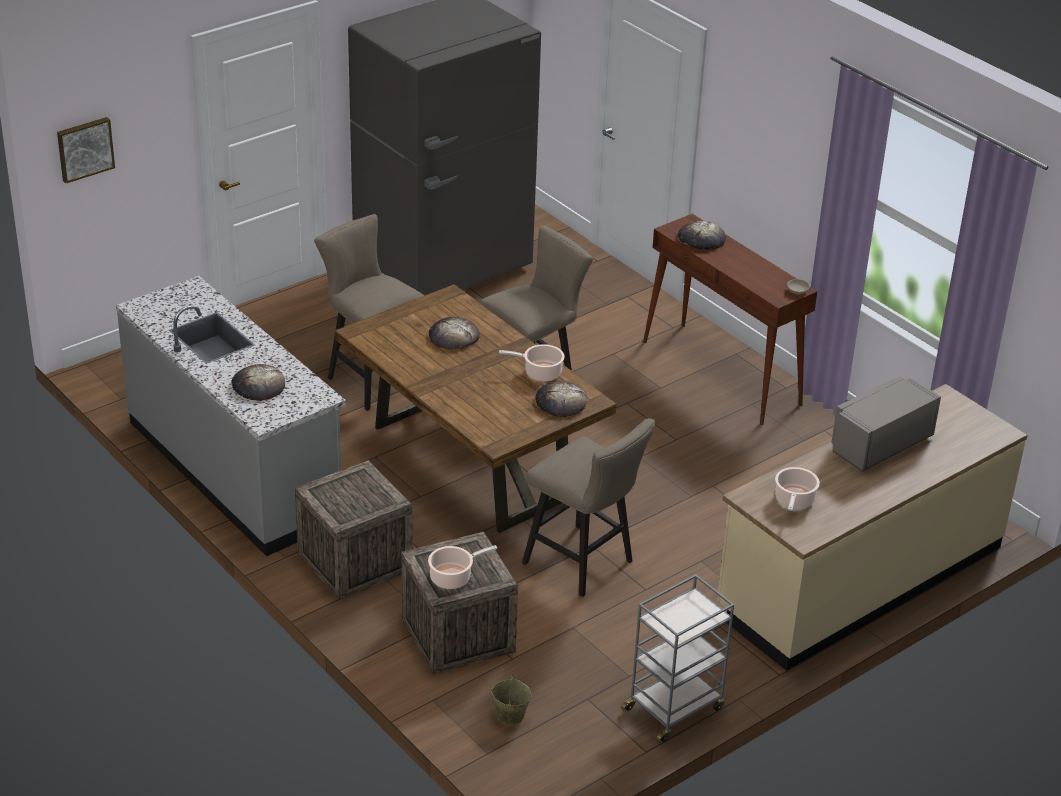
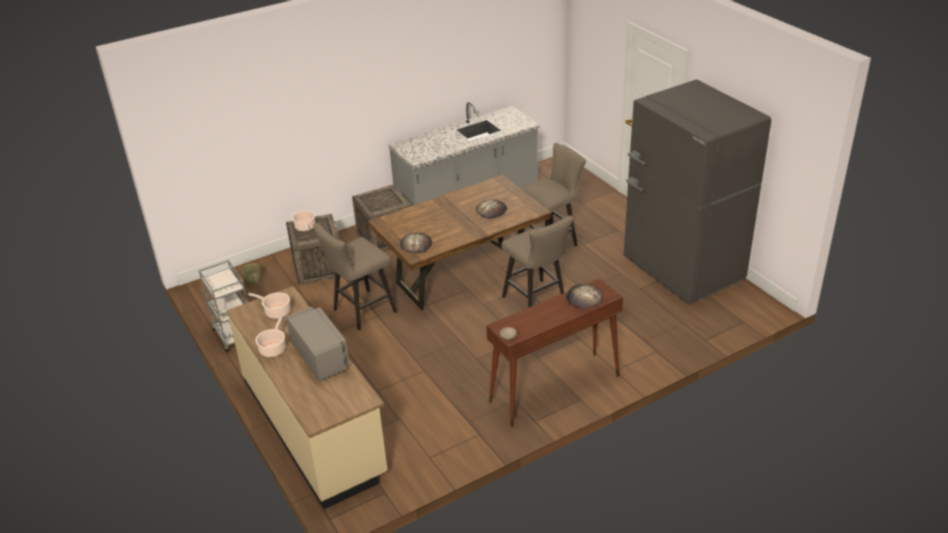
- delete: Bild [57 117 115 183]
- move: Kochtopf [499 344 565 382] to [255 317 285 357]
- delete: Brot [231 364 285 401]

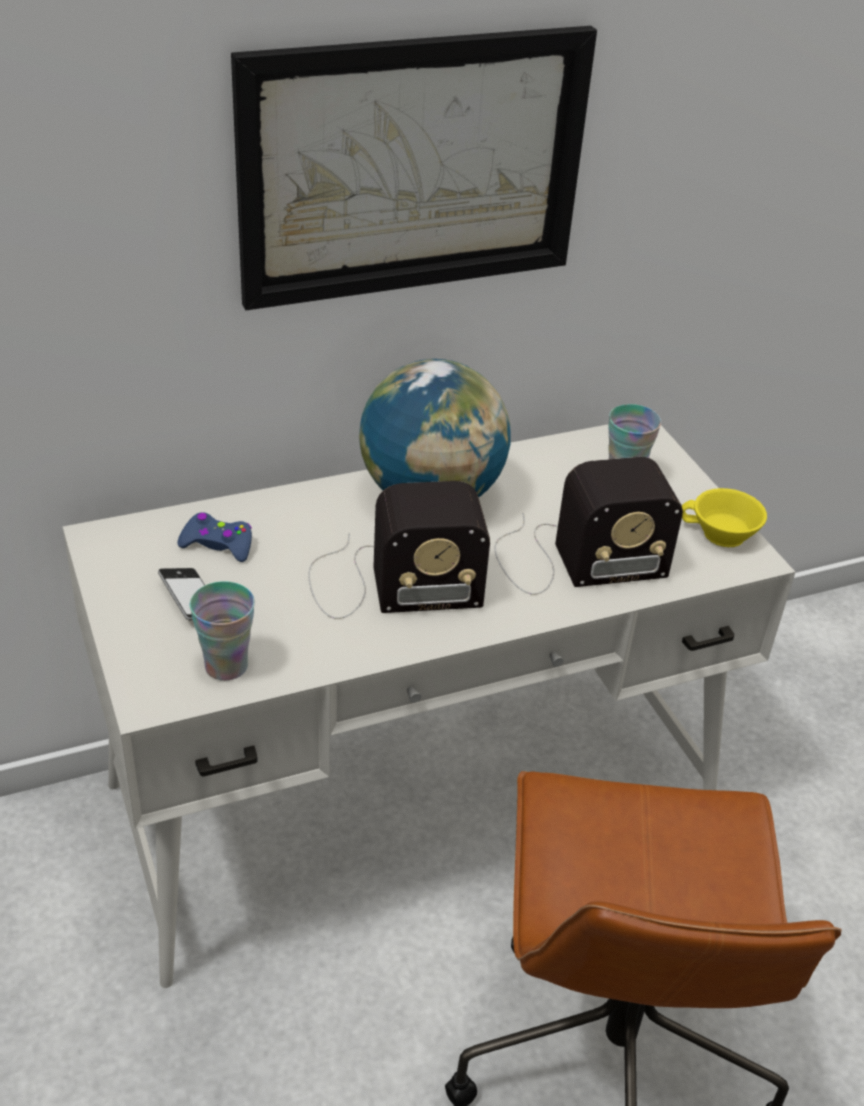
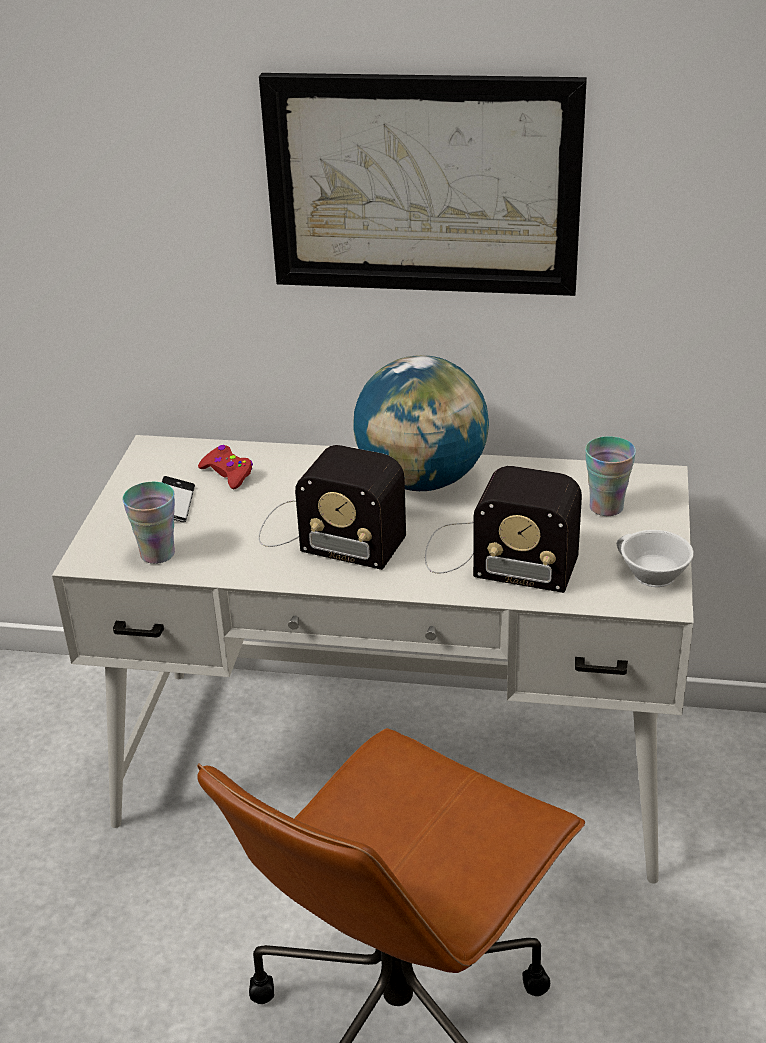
- recolor: Tasse [gelb] [682 488 767 547] to Tasse [weiß] [617 530 694 587]
- recolor: Gamepad [blau] [178 512 252 562] to Gamepad [rot] [198 445 253 489]

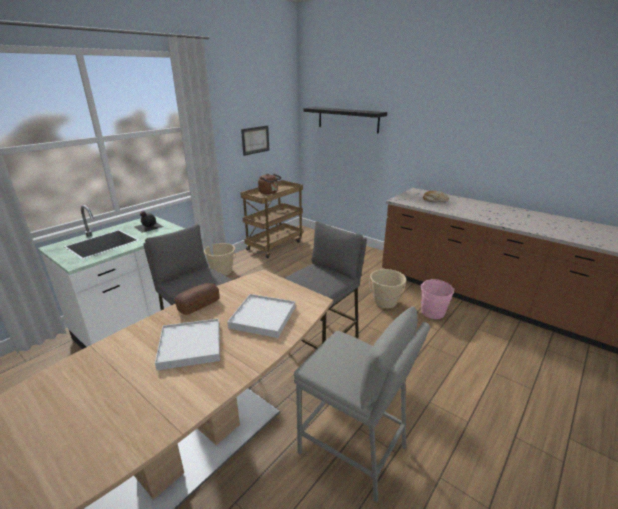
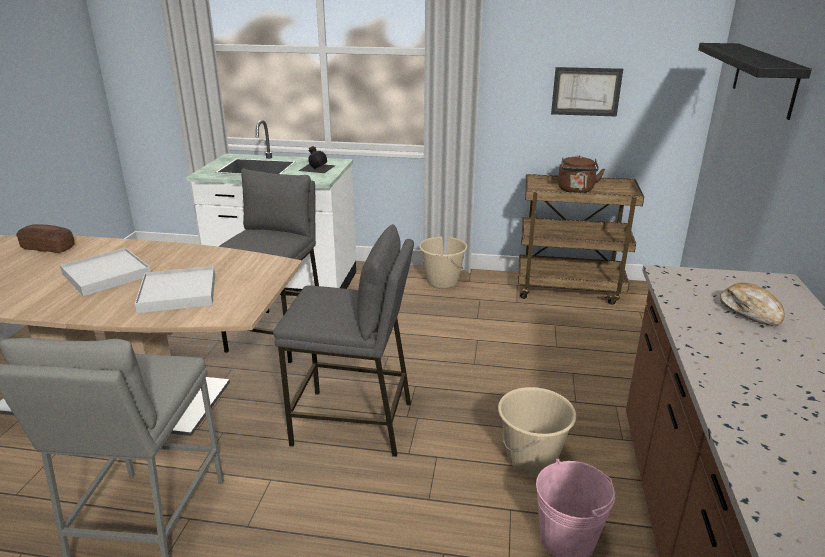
- move: Brot [175 283 220 315] to [16 224 75 253]

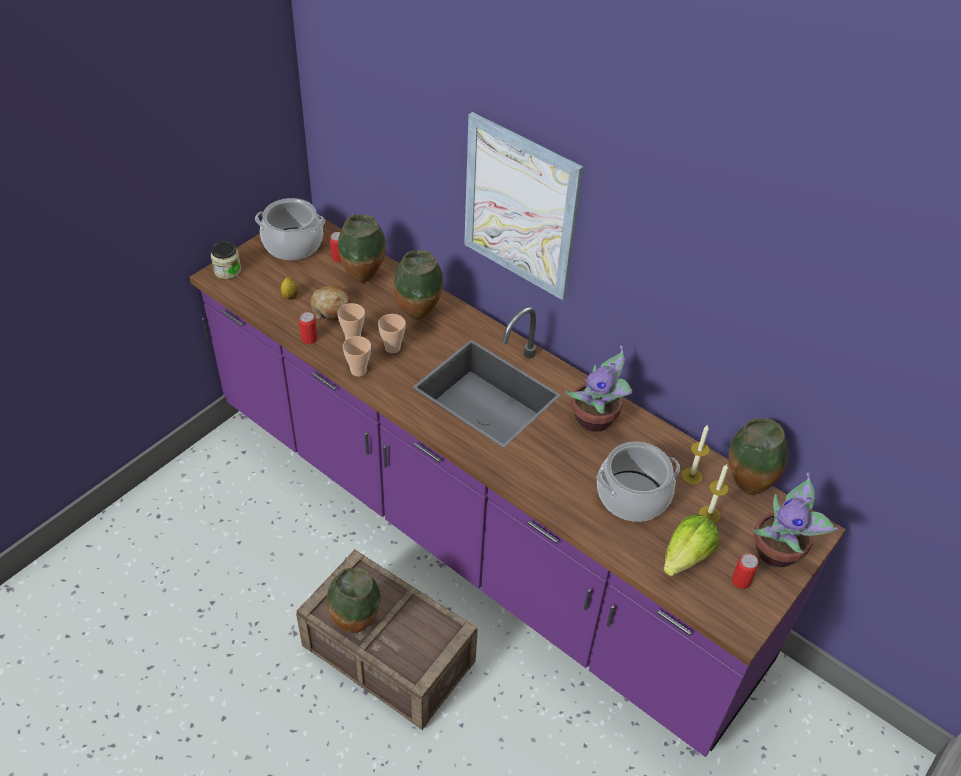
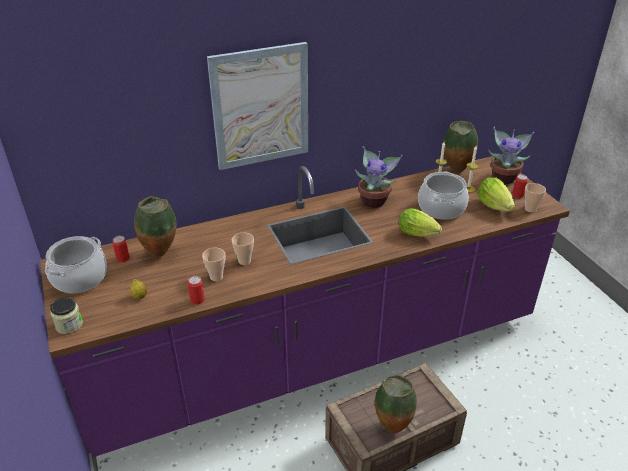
- delete: Vase [394 250 443 320]
- delete: Brot [310 285 350 321]
- move: Tasse [343 336 371 376] to [525 183 546 213]
- insert: Salatkopf [399 208 442 237]

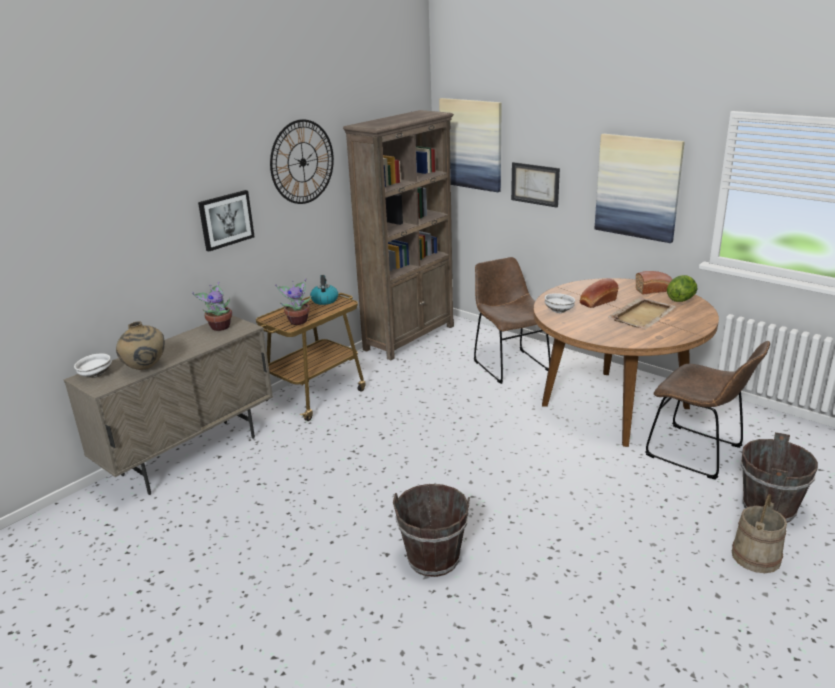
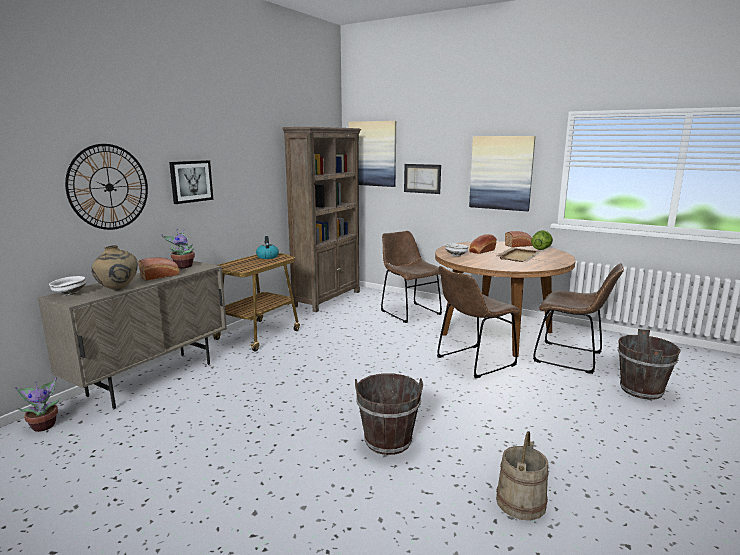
- move: Wanduhr [270 119 334 204] to [65 144 148 230]
- move: Topfpflanze [275 279 312 325] to [15 378 61 432]
- move: Eimer [beige] [732 494 787 573] to [496 431 549 520]
- insert: Brot [138 258 180 281]
- insert: Stuhl [braun] [437 266 520 378]

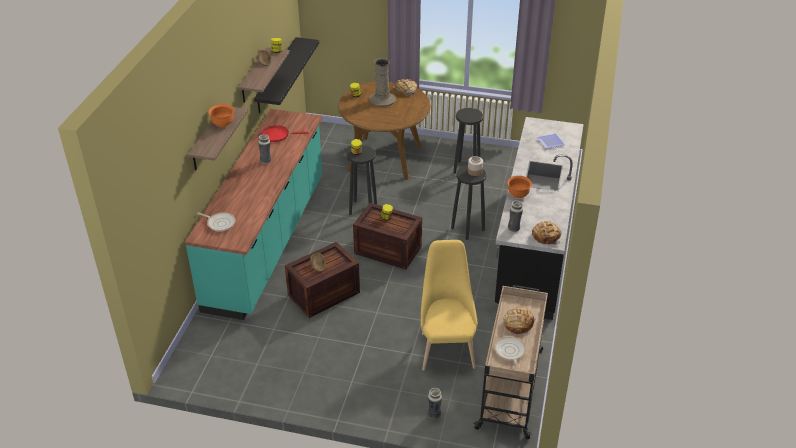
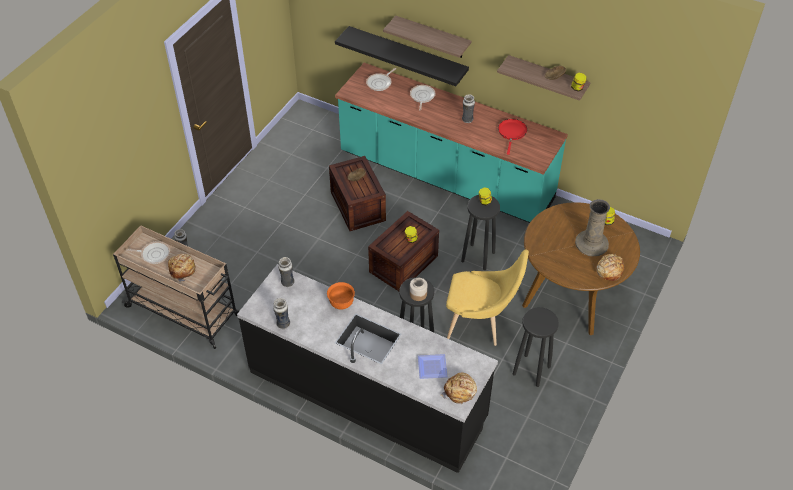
- move: Wandregal [schwarz] [254 37 319 113] to [335 26 469 86]
- delete: Schüssel [orange] [208 104 234 127]
- move: Brot [532 221 561 245] to [441 372 477 405]
- move: Stuhl [gelb] [421 240 478 370] to [446 249 529 346]
- insert: Pfanne [410 85 436 110]
- insert: Vase [273 298 290 329]

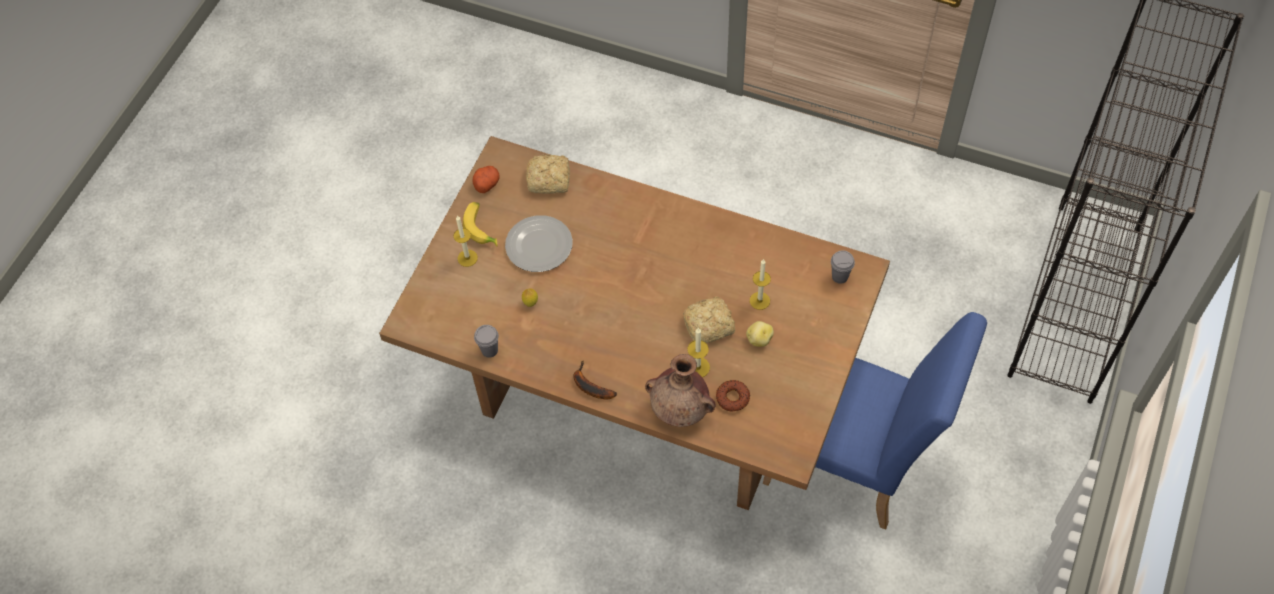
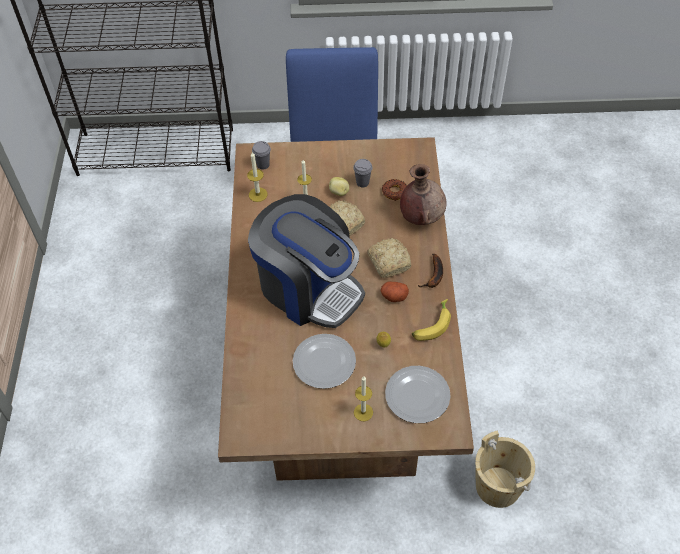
- move: Brot [526 154 570 194] to [367 238 411 278]
- move: Kartoffel [472 166 500 193] to [380 282 409 302]
- move: Banane [463 202 497 247] to [412 299 451 341]
- move: Tasse [grau] [474 325 499 358] to [353 159 372 187]
- move: Kerze [687 328 710 377] to [247 152 268 202]
- insert: Kaffeemaschine [248 194 365 328]
- insert: Teller [385 366 451 423]
- insert: Eimer [beige] [475 431 535 508]

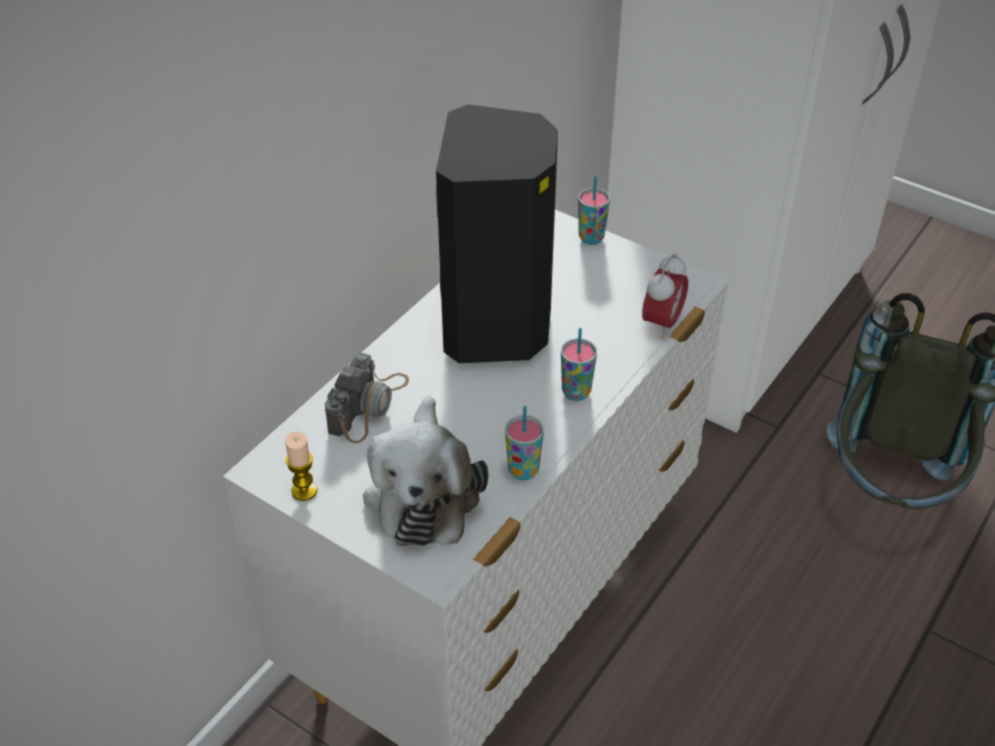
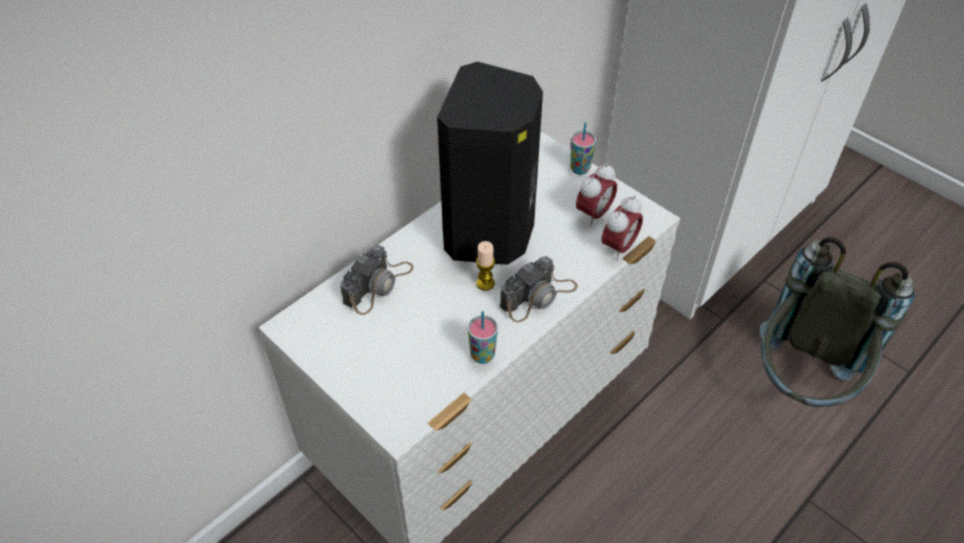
- replace: Tasse [561 328 597 401] to Kamera [500 256 578 322]
- delete: Plüschtier [363 396 488 546]
- move: Kerze [285 432 317 501] to [476 241 495 291]
- insert: Wecker [576 163 617 226]

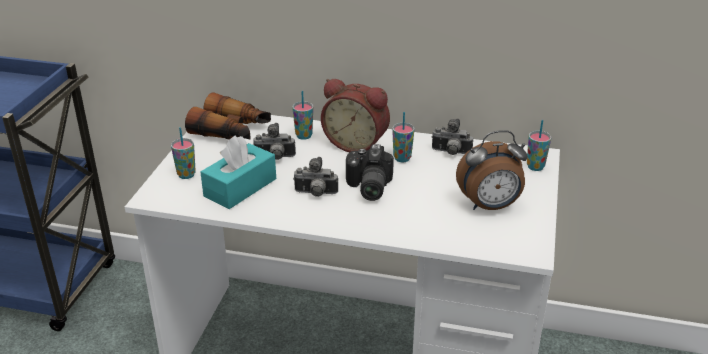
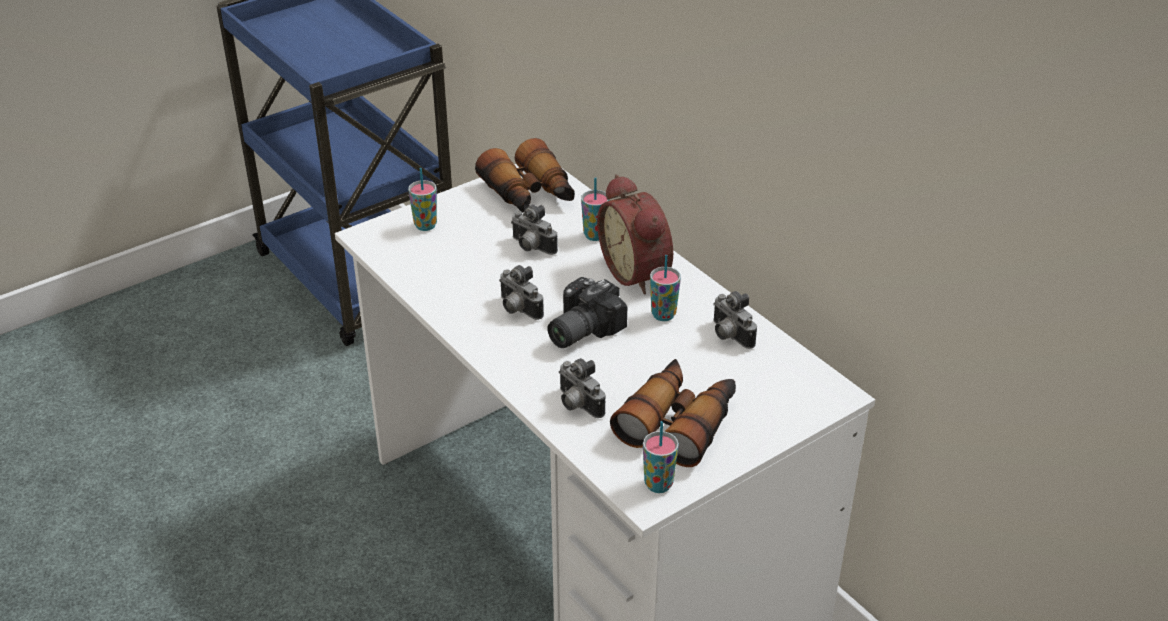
- move: Tasse [527 120 551 171] to [643 421 679 493]
- replace: Wecker [456 130 528 210] to Fernglas [610 359 736 467]
- delete: Taschentuchbox [türkis] [200 136 276 209]
- insert: Kamera [559 358 605 418]

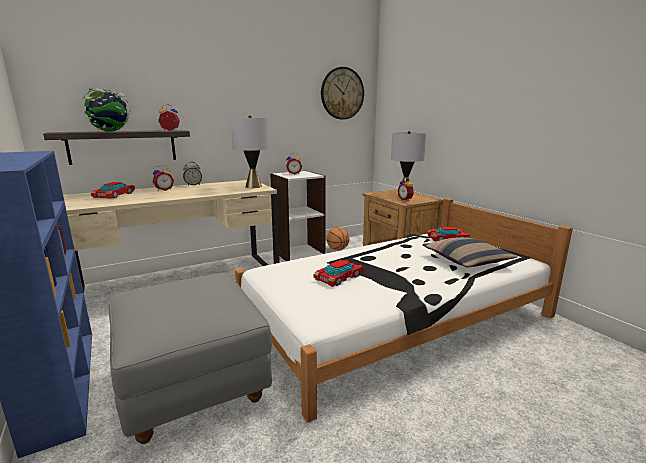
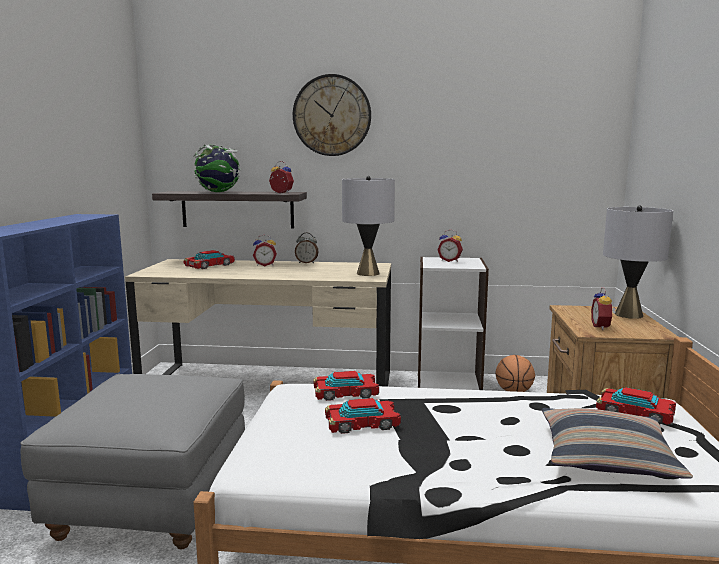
- move: Wanduhr [321 67 364 120] to [293 74 371 156]
- insert: Spielzeugauto [314 371 379 401]

